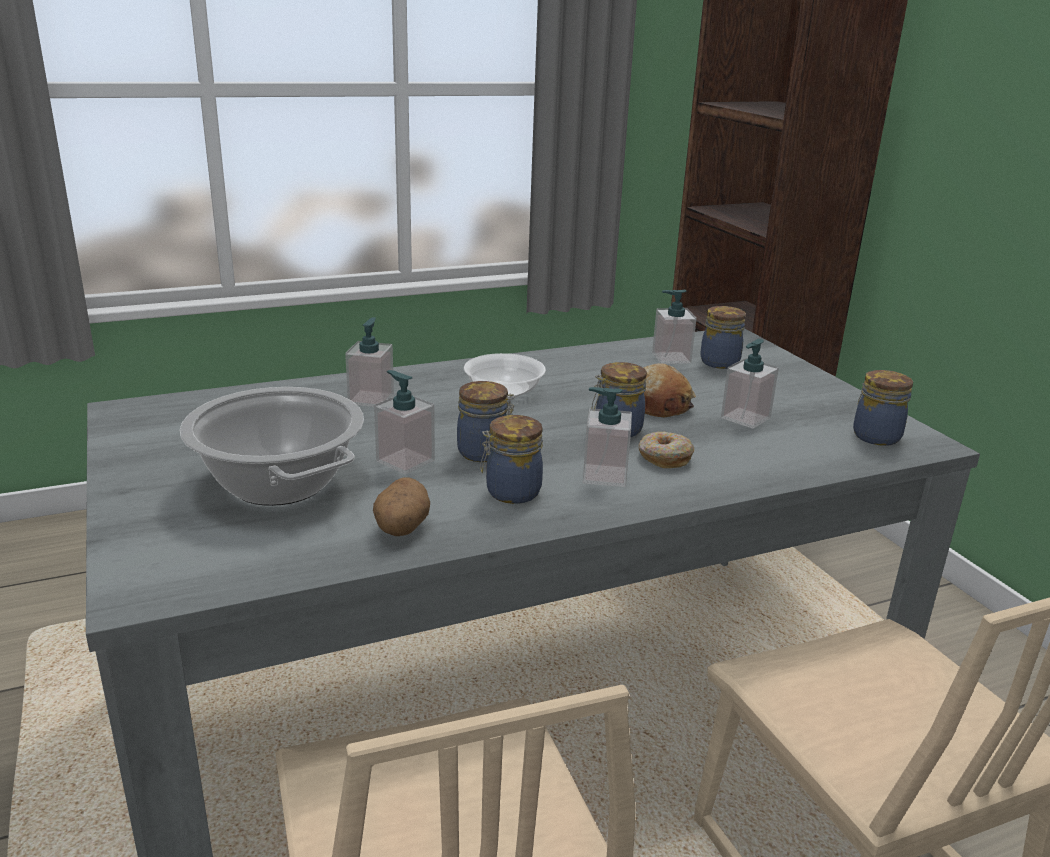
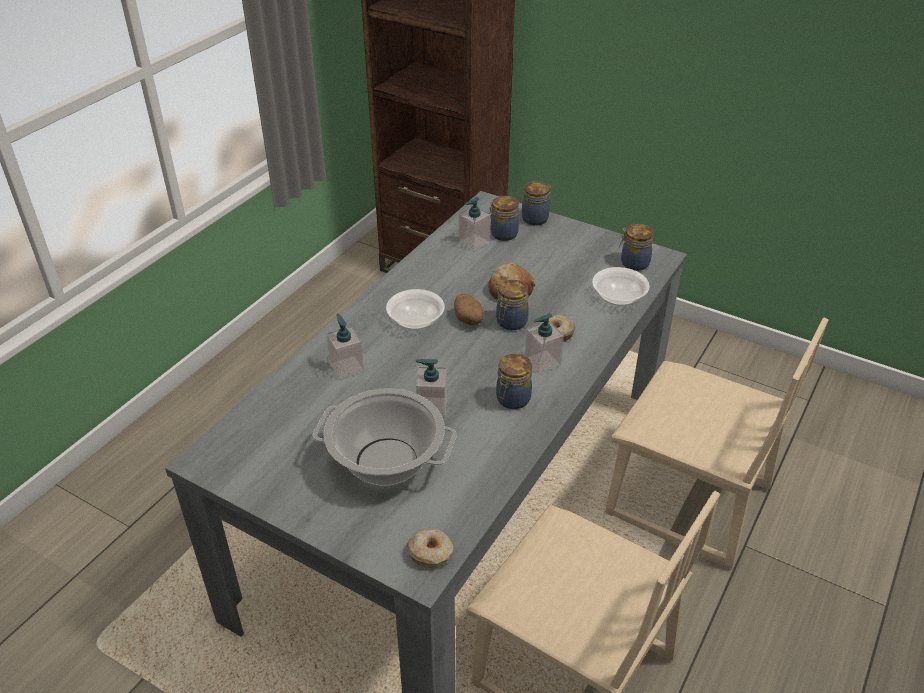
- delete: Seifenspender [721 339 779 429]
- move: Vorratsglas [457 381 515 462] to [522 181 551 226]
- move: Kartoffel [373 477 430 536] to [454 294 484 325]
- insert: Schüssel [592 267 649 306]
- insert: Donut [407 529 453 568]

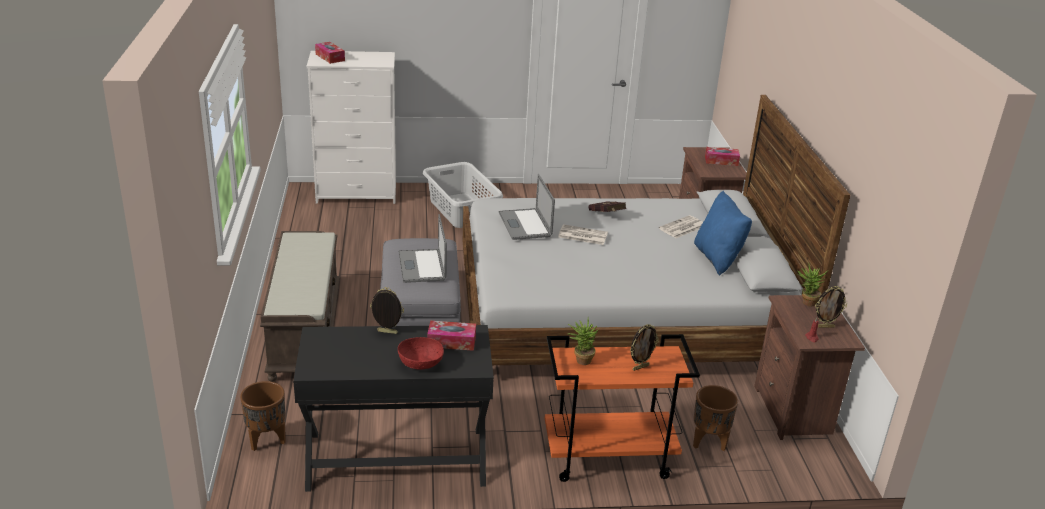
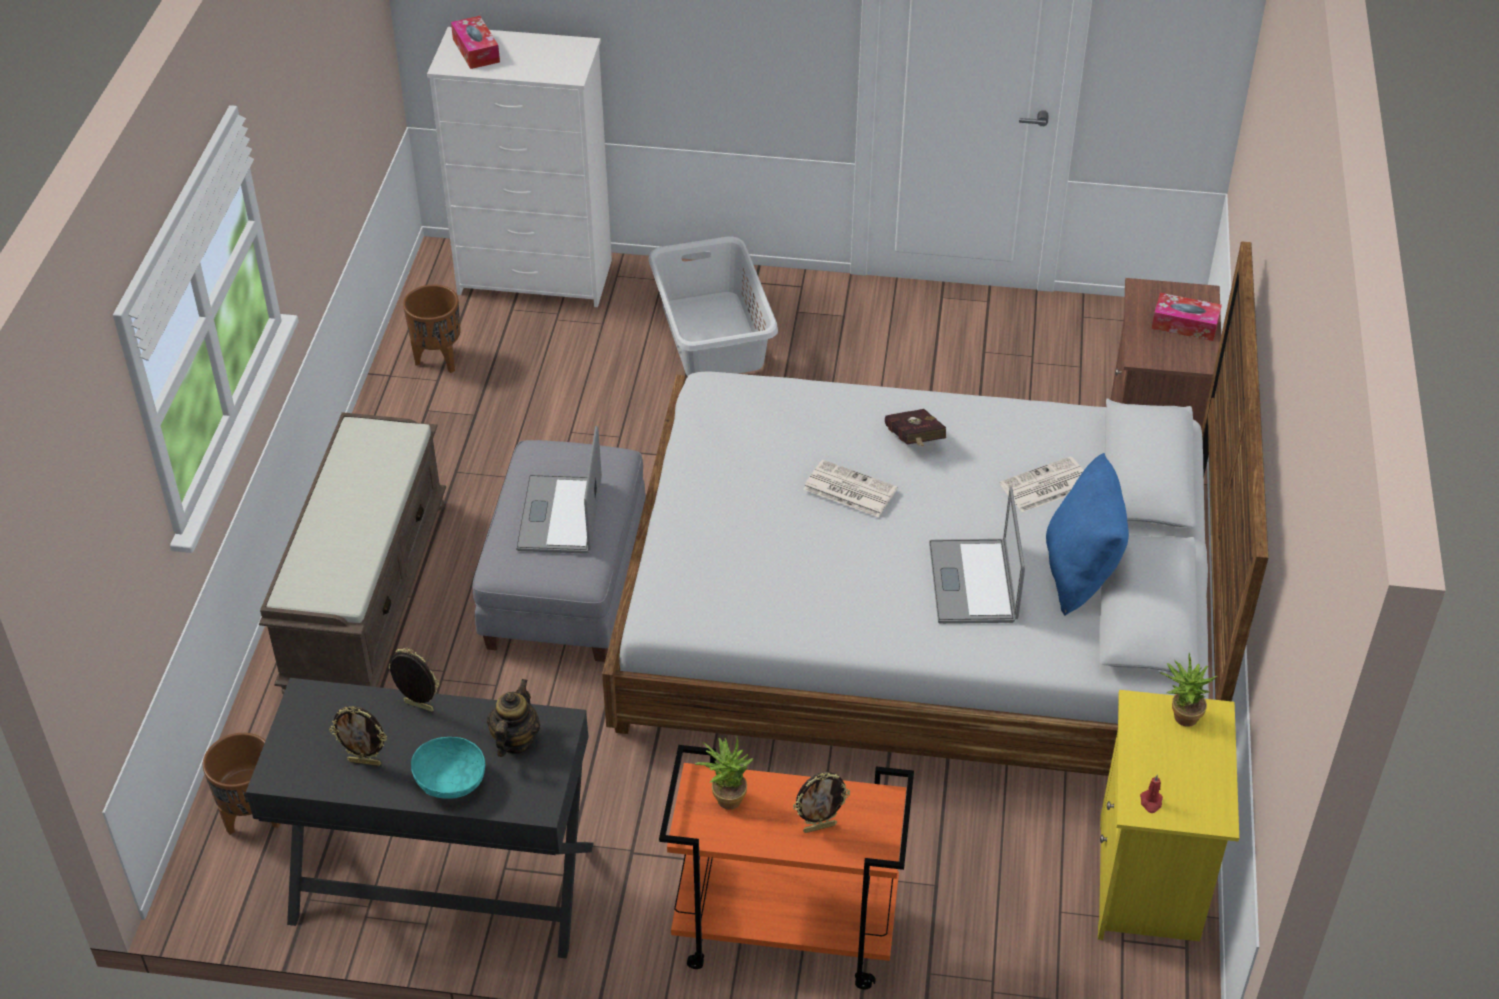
- move: Laptop [499 174 555 240] to [929 486 1025 624]
- move: Bilderrahmen [815 286 847 328] to [329 706 387 766]
- recolor: Nachttisch [braun] [754 295 865 440] to Nachttisch [gelb] [1098 690 1239 942]
- replace: Taschentuchbox [427 321 476 351] to Teekanne [487 679 540 757]
- recolor: Schüssel [rot] [398 337 444 369] to Schüssel [türkis] [411 737 485 799]
- move: Pflanzkübel [braun] [693 385 738 451] to [403 285 461 373]

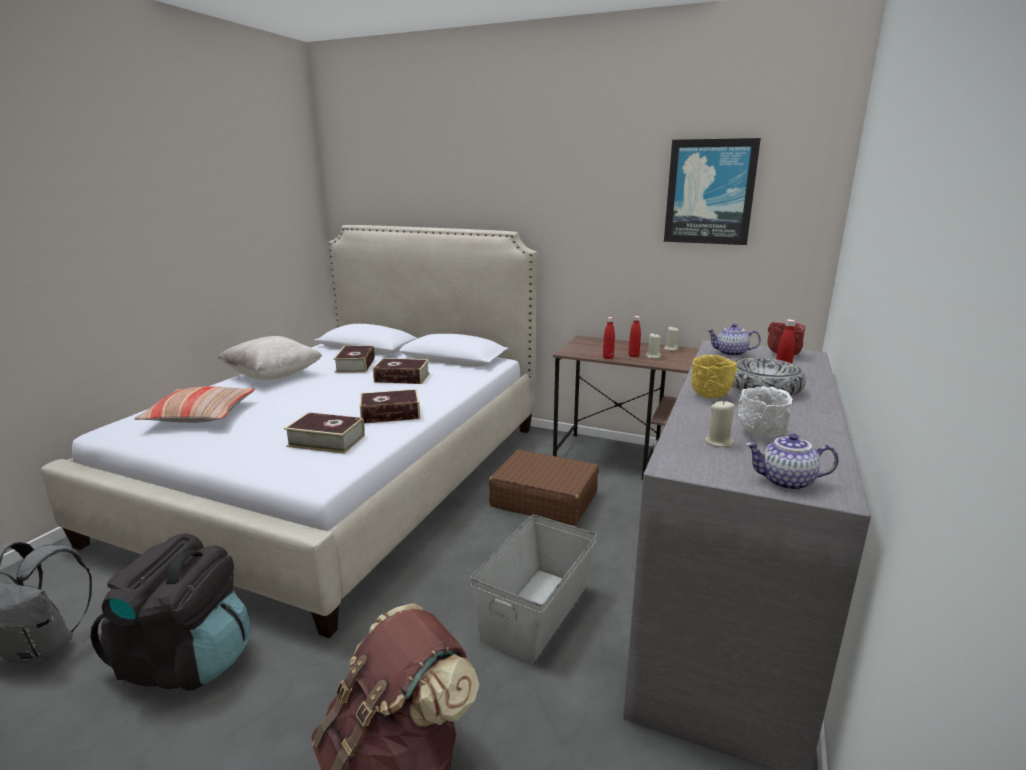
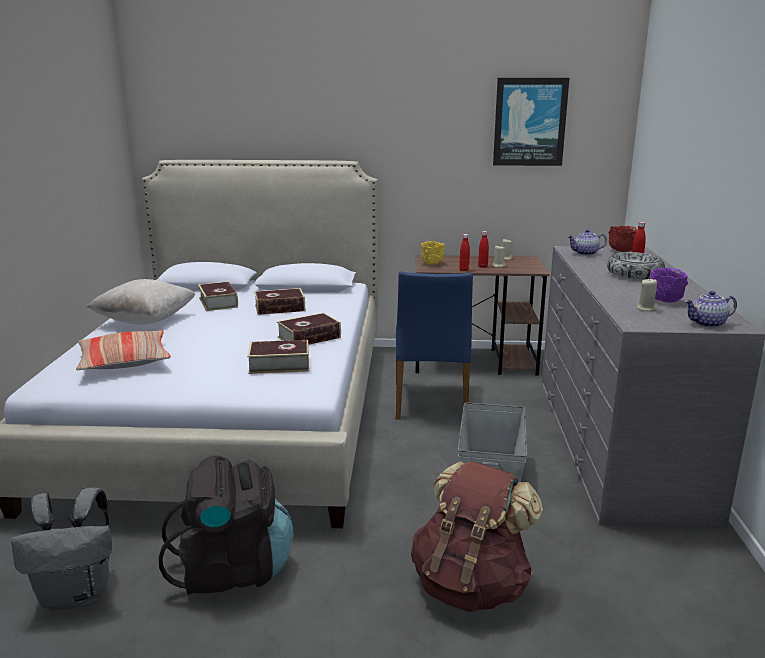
- move: Schüssel [gelb] [691 355 737 398] to [421 241 445 265]
- recolor: Schüssel [weiß] [738 386 792 438] to Schüssel [lila] [649 267 688 303]
- replace: Koffer [braun] [489 450 599 526] to Stuhl [blau] [396 272 473 420]

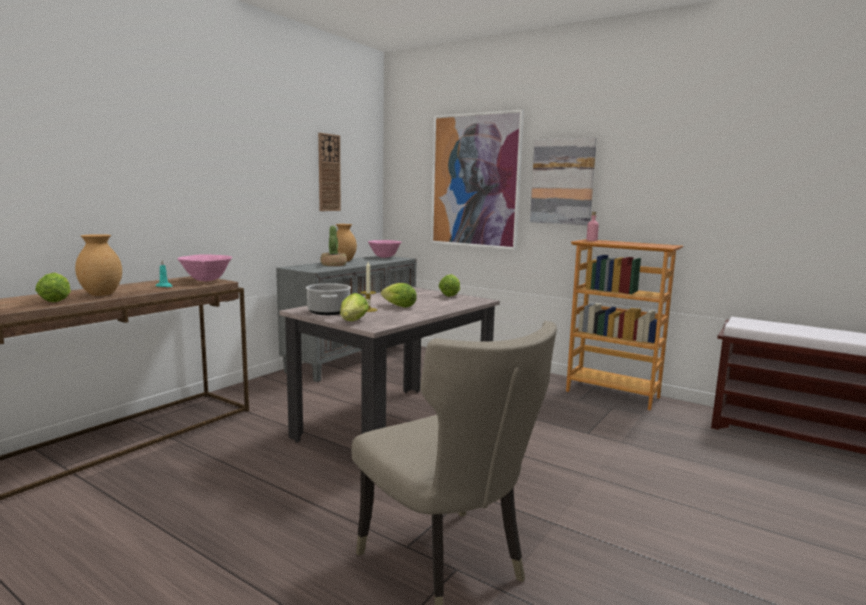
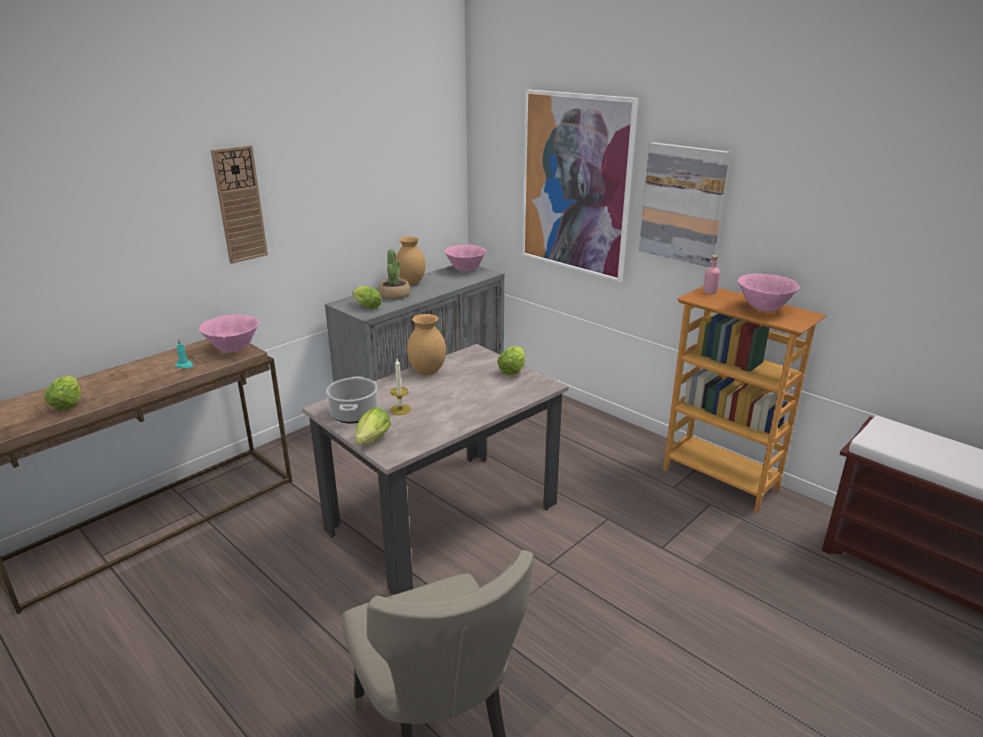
- move: Wanduhr [318 133 341 211] to [211 145 268 264]
- move: Vase [braun] [75 234 122 296] to [407 314 446 375]
- move: Salatkopf [381 283 417 307] to [352 286 382 309]
- insert: Schüssel [rosa] [738 273 799 312]

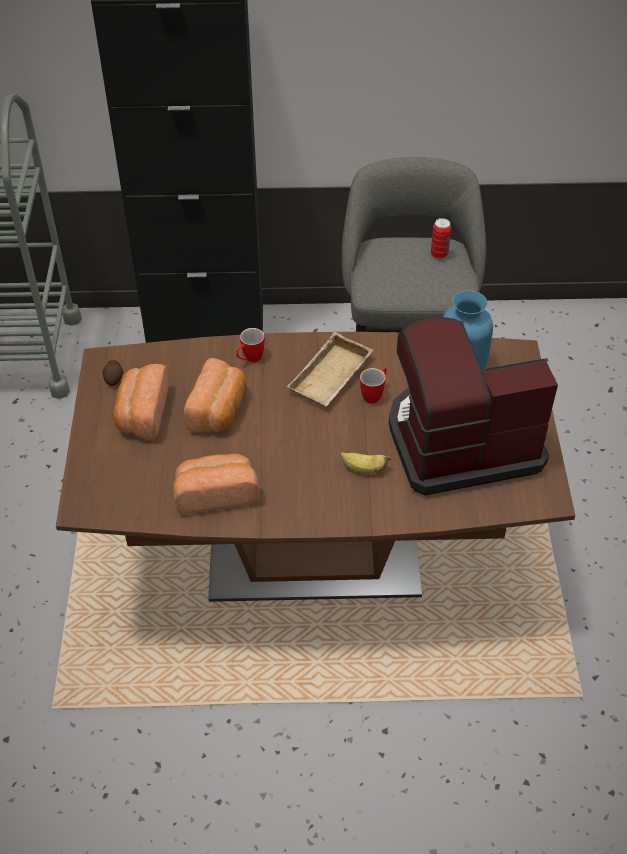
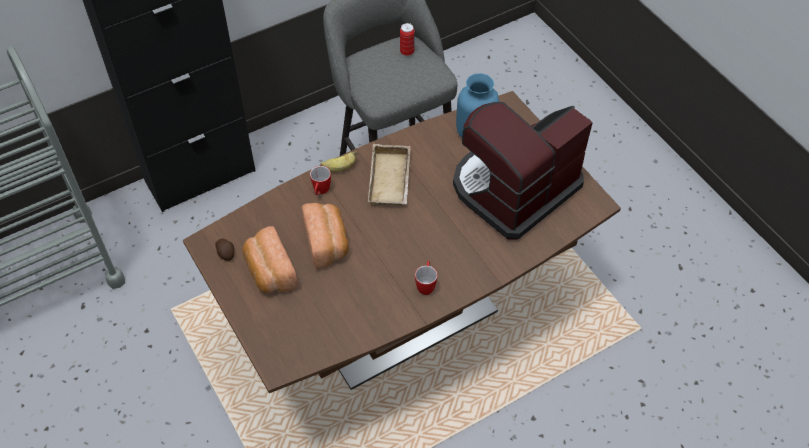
- move: Henkelbecher [360 367 387 403] to [415 261 437 295]
- move: Banane [340 452 390 474] to [320 151 358 172]
- delete: Brot [173 453 259 514]

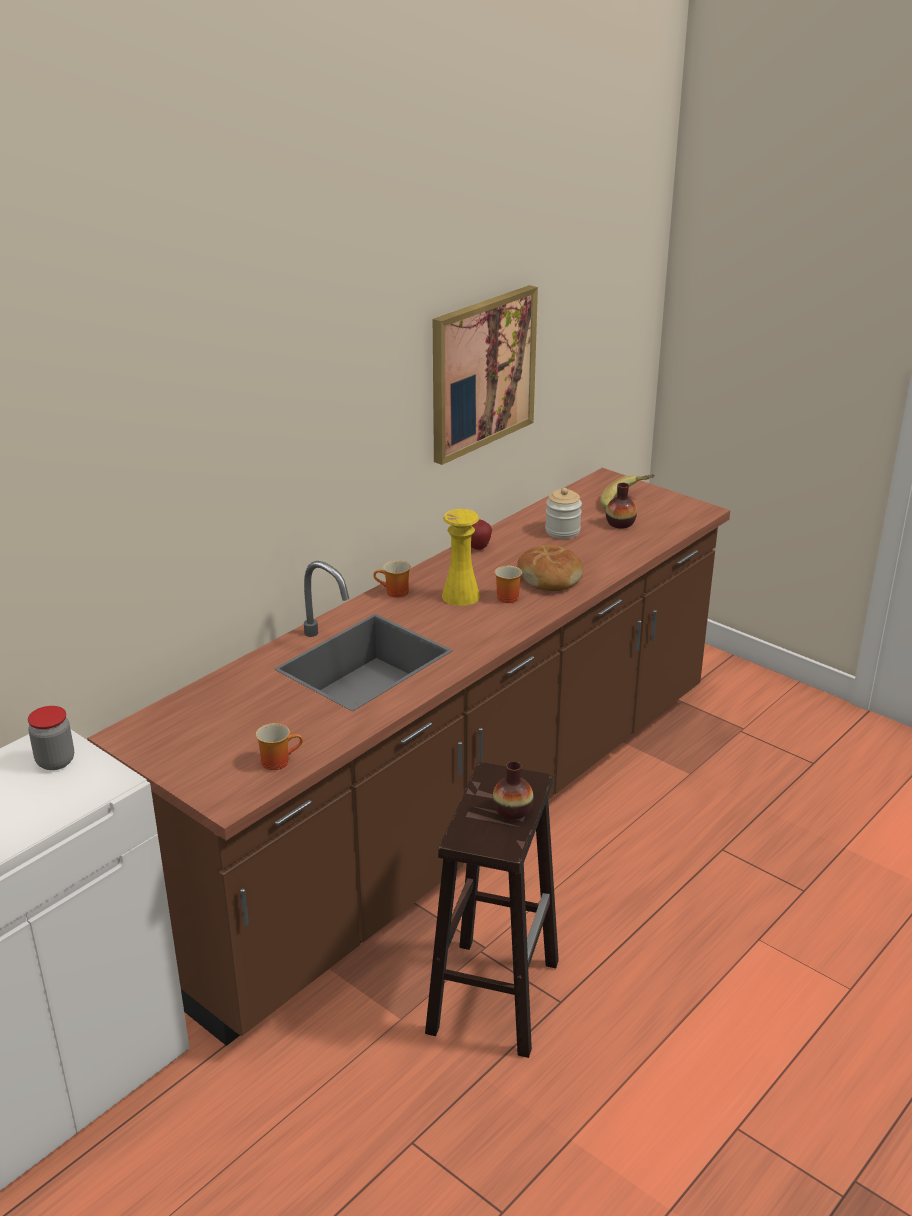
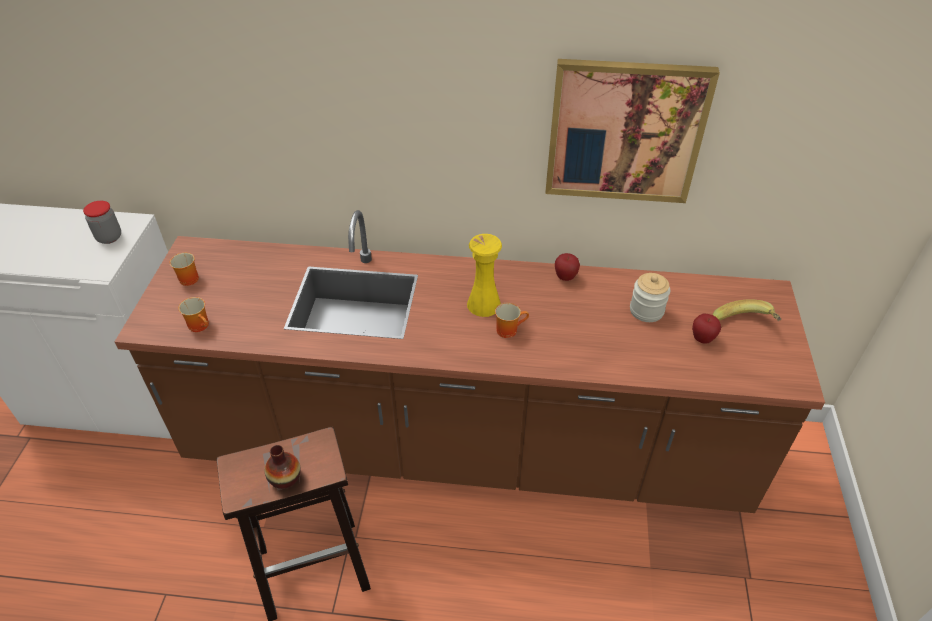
- replace: Vase [606 483 637 529] to Apfel [692 314 721 344]
- delete: Brot [517 545 583 591]
- move: Henkelbecher [373 560 411 598] to [170 253 199 286]

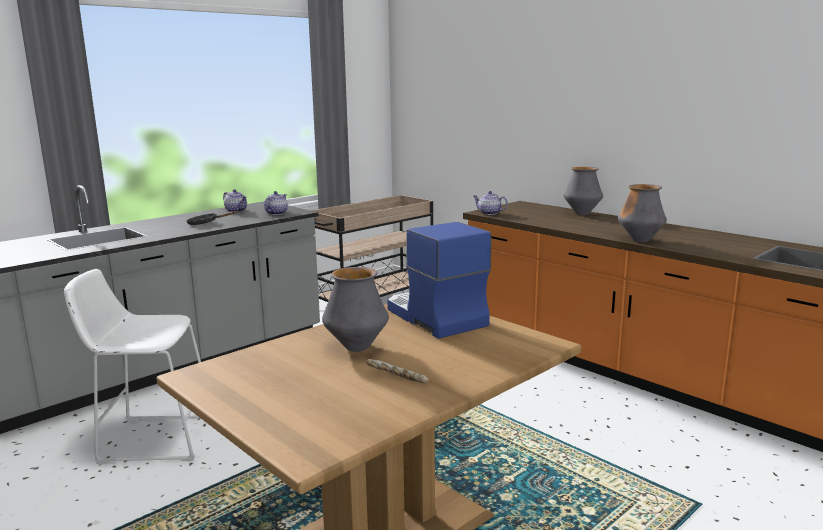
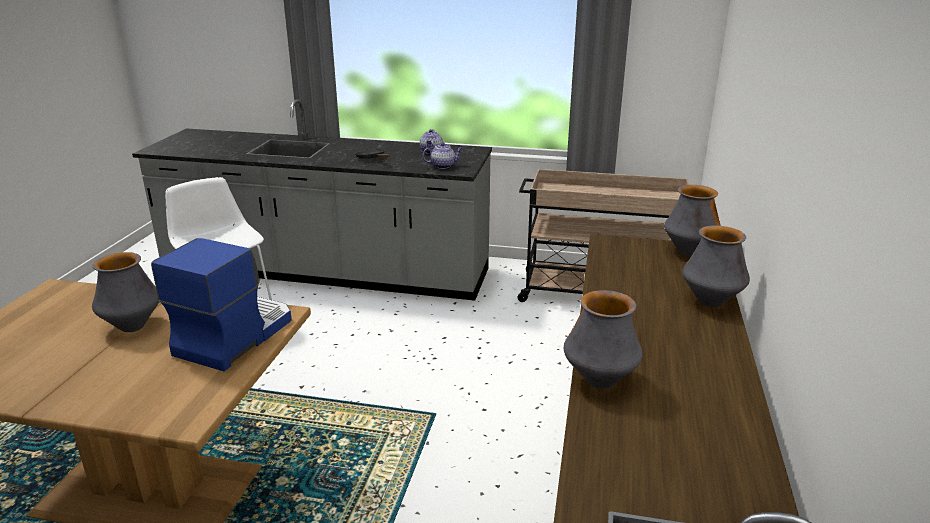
- delete: Teekanne [473 191 508 215]
- delete: Brot [366 359 429 383]
- insert: Vase [664 185 721 256]

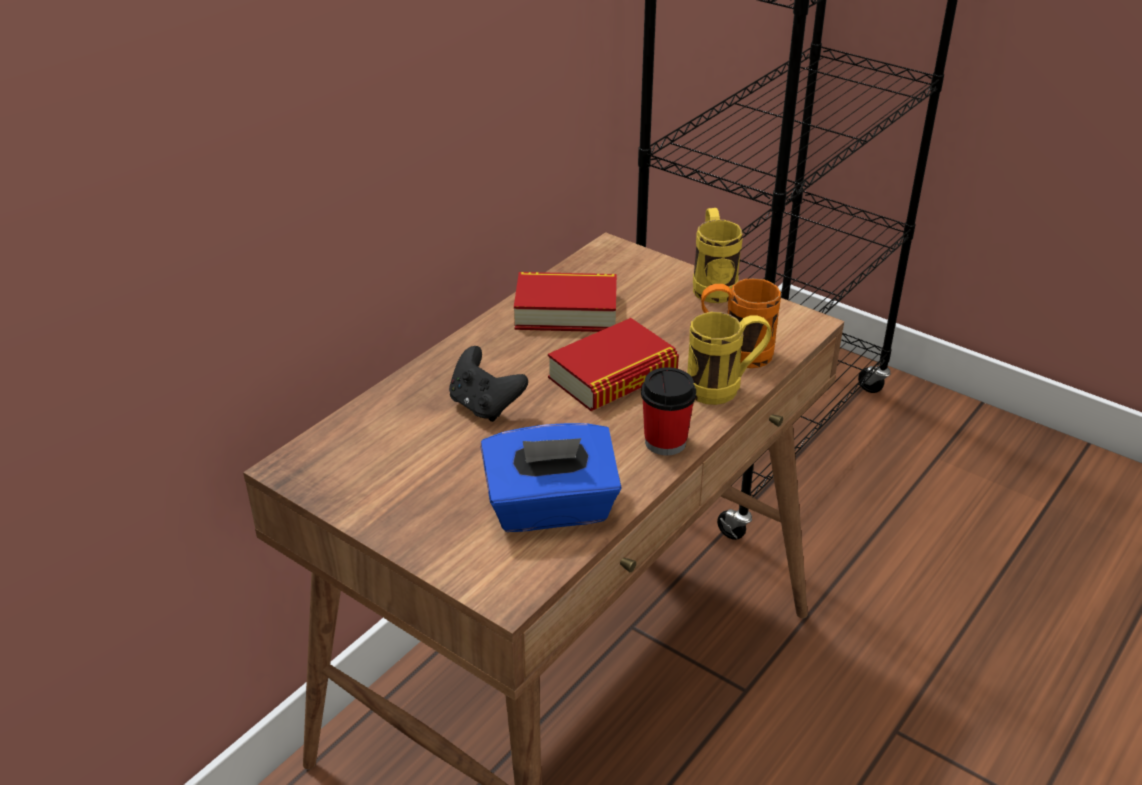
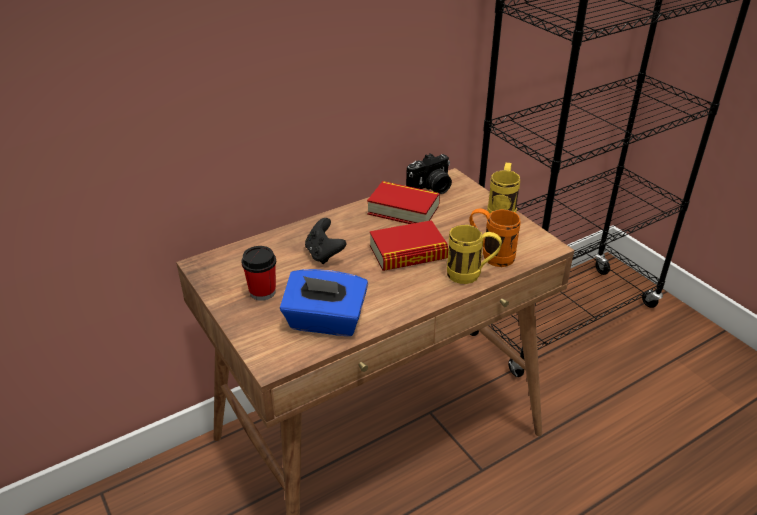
- move: Tasse [641 367 696 456] to [241 246 276 301]
- insert: Kamera [406 153 452 194]

